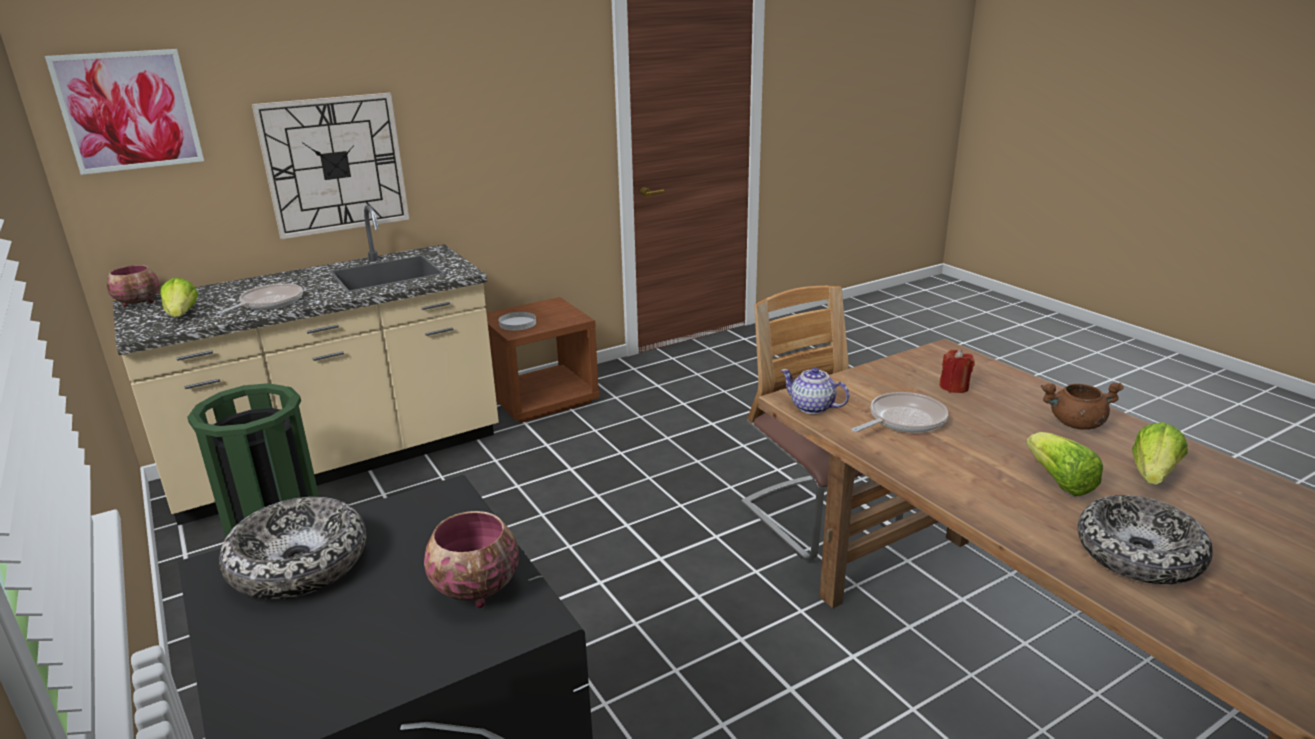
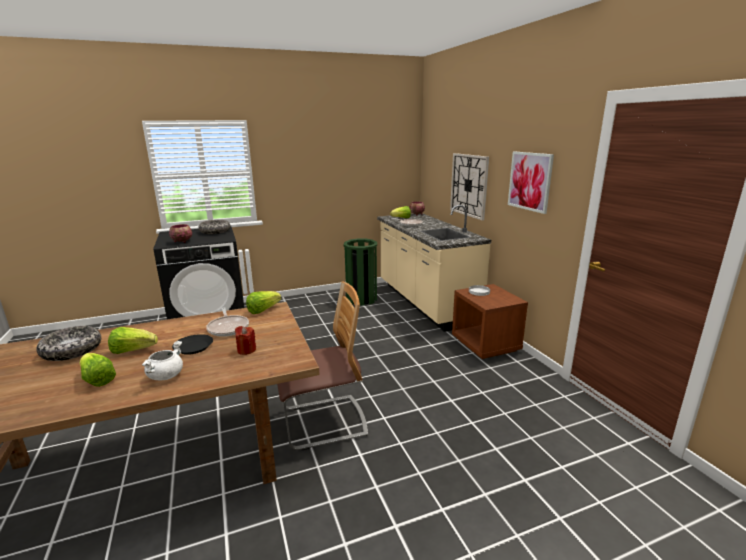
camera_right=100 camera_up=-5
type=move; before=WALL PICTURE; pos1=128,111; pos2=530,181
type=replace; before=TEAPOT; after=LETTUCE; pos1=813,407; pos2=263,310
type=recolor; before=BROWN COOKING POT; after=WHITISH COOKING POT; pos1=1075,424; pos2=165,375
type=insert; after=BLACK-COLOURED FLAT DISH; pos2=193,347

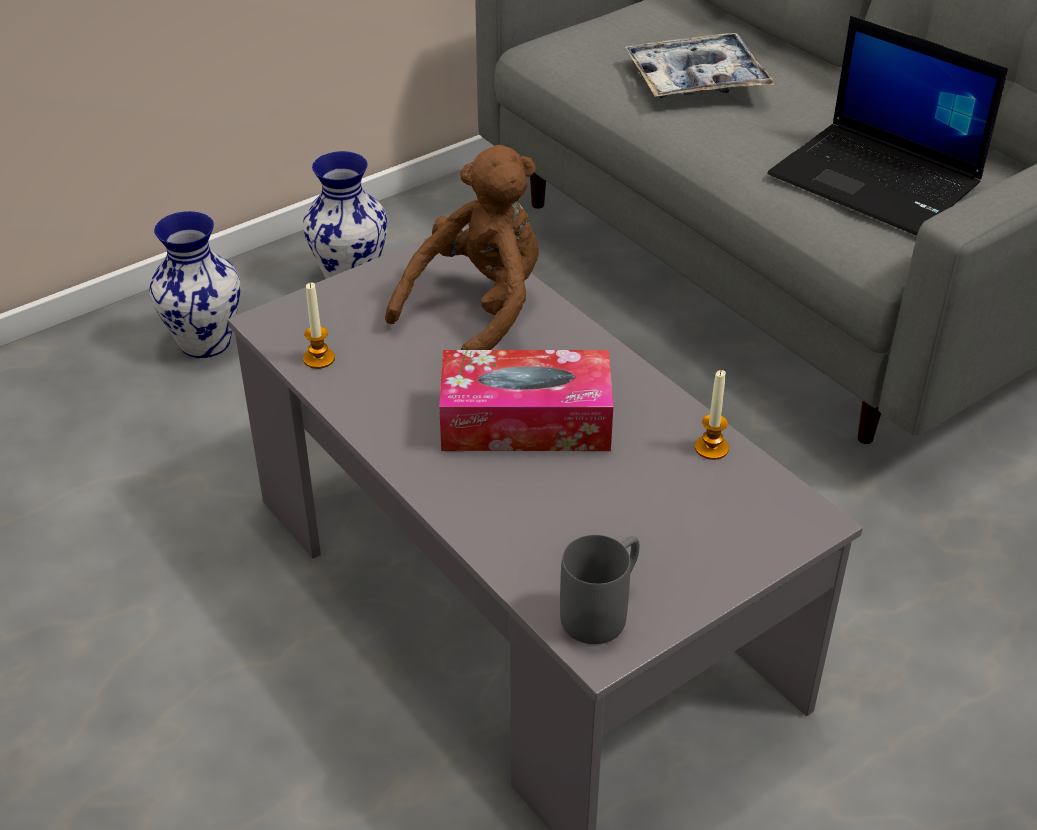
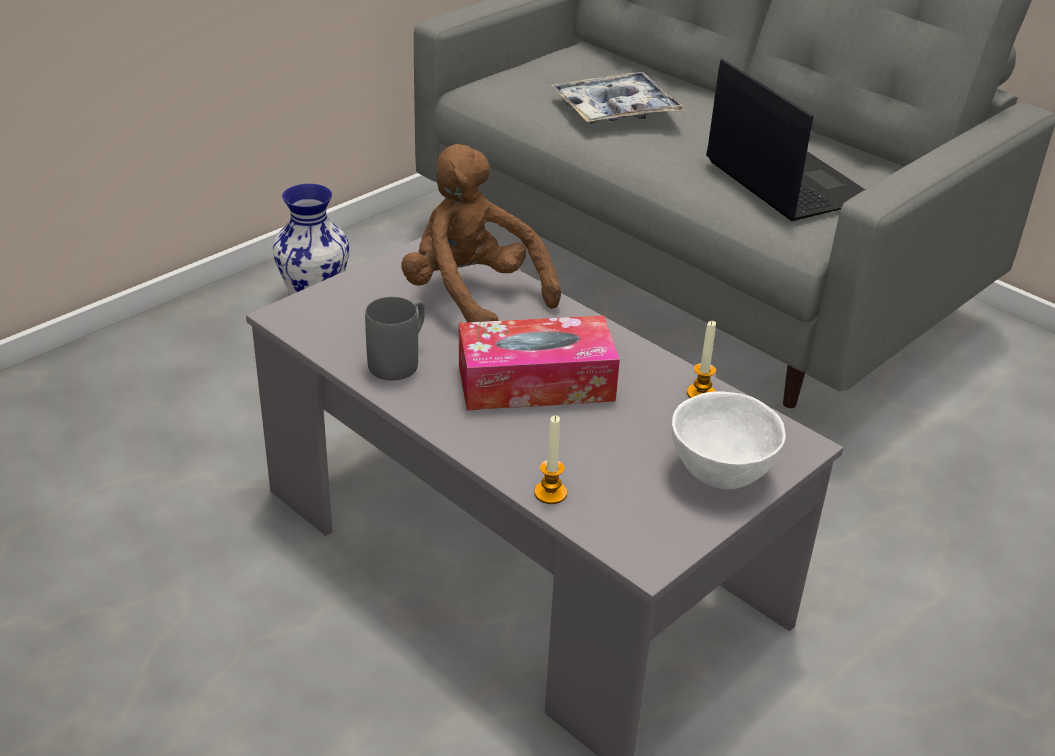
camera_right=-10 camera_up=-5
type=rotate; before=NOTEBOOK COMPUTER; pos1=877,180; pos2=785,181; turn=-150
type=rotate; before=BROWN SOFT TOY; pos1=479,311; pos2=472,297; turn=-75
type=delete; before=FLOWER VASE; pos1=205,341
type=move; before=WAX CANDLE; pos1=319,359; pos2=550,493
type=move; before=GREY MUG; pos1=603,610; pos2=400,360
type=insert; after=WHITISH SERVING BOWL; pos2=721,472

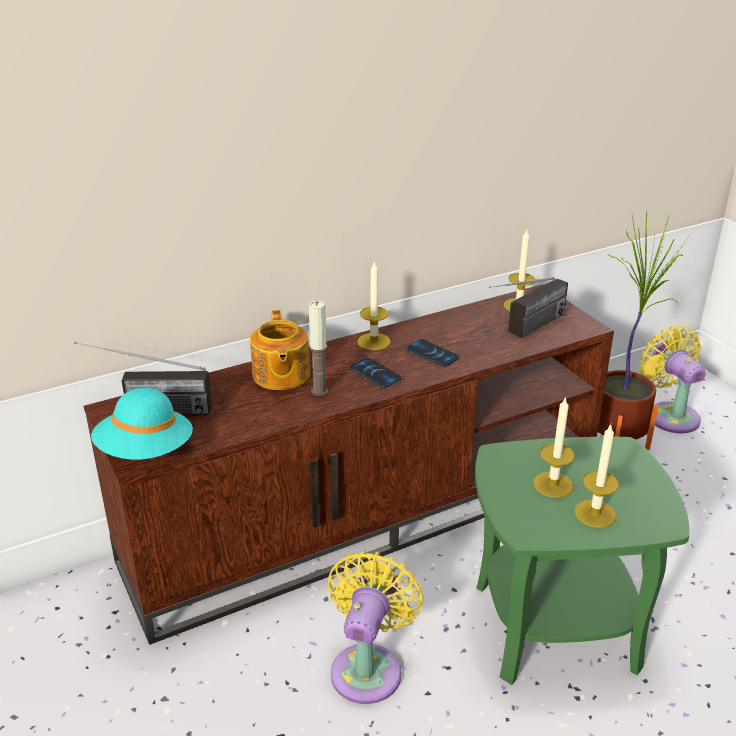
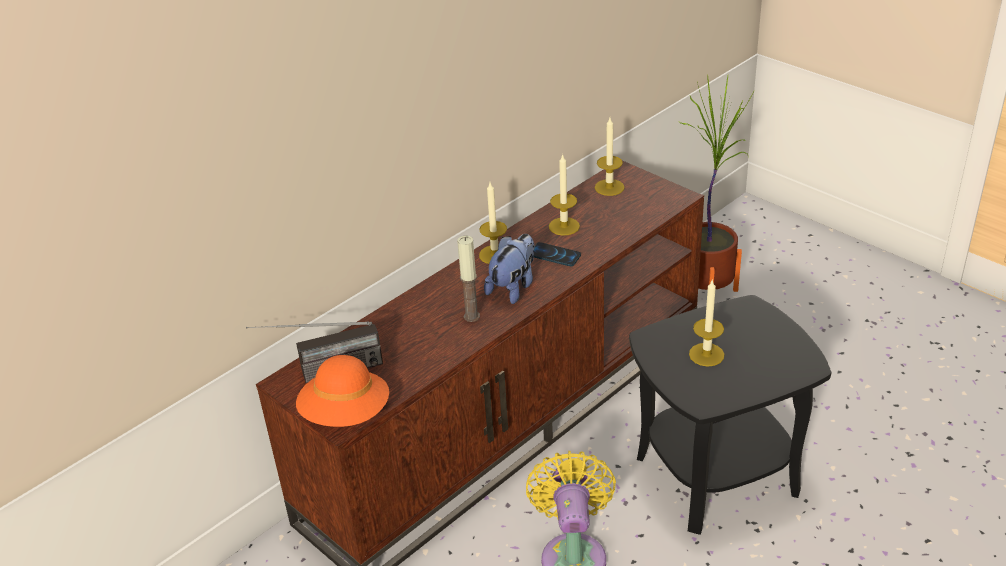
camera_right=-15 camera_up=5
type=delete; before=RADIO SET; pos1=526,330
type=delete; before=TEAPOT; pos1=280,375
type=delete; before=YELLOWISH ELECTRIC FAN; pos1=669,415
type=replace; before=TELEPHONE; after=SOFT TOY; pos1=375,373; pos2=513,287
type=recolor; before=TURQUOISE HAT; after=ORANGE HAT; pos1=145,452; pos2=346,414
type=move; before=WAX CANDLE; pos1=595,513; pos2=564,226
type=recolor; before=GREEN SIDE TABLE; after=BLACK-COLOURED SIDE TABLE; pos1=556,624; pos2=716,473

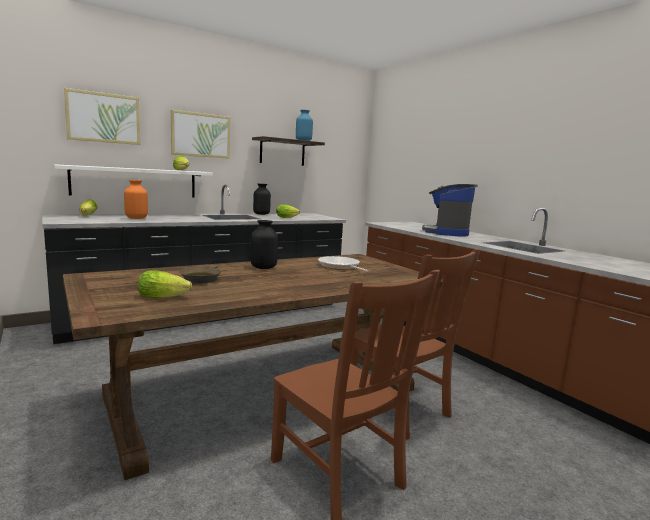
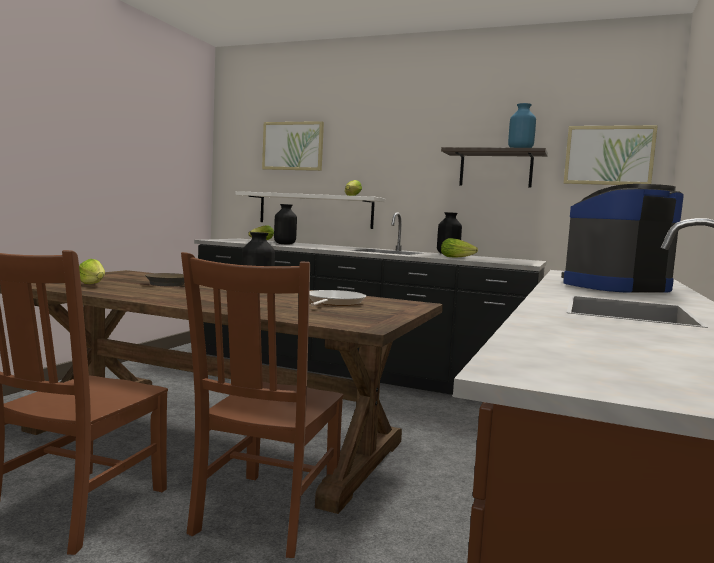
camera_right=55 camera_up=-5
type=move; before=WALL PICTURE; pos1=200,135; pos2=608,155
type=recolor; before=ORANGE FLOWER VASE; after=BLACK-COLOURED FLOWER VASE; pos1=136,218; pos2=285,244

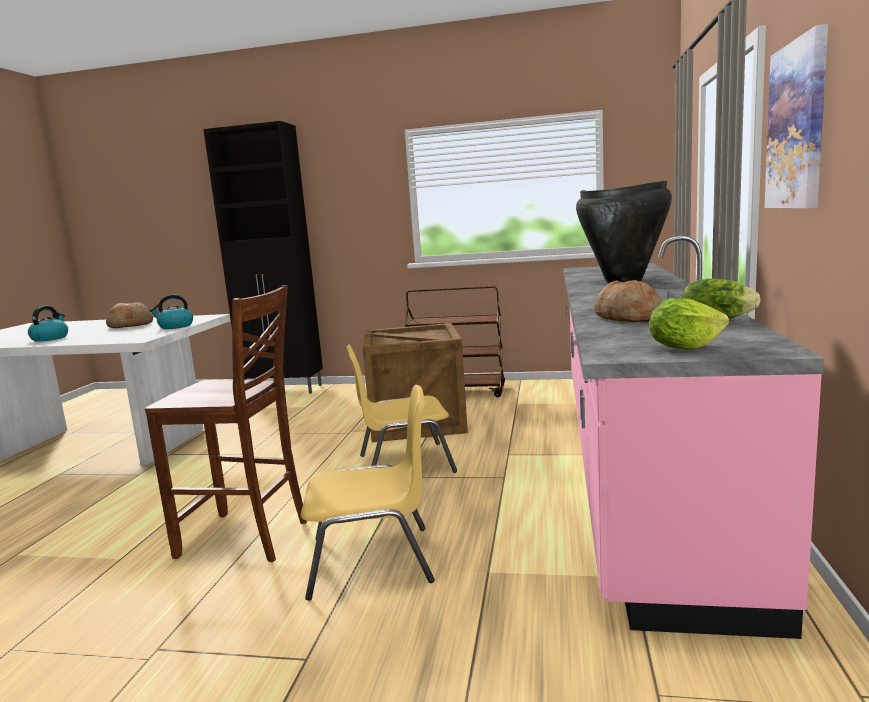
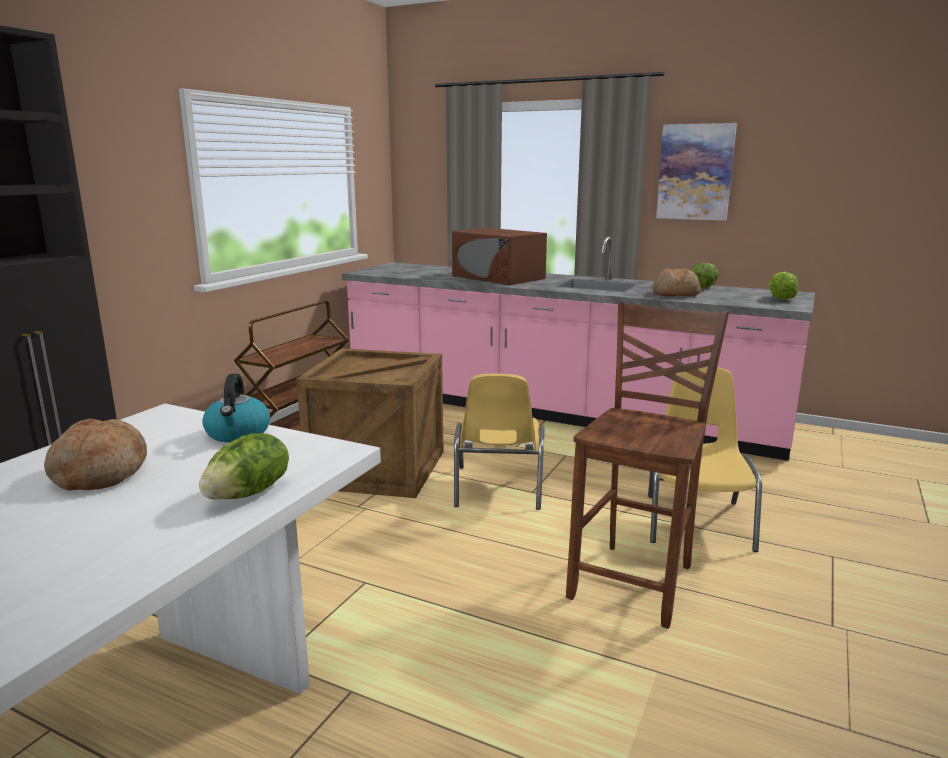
camera_right=-75 camera_up=5
type=replace; before=BLACK-COLOURED FLOWER VASE; after=BROWN MICROWAVE; pos1=623,281; pos2=498,277
type=delete; before=KETTLE; pos1=50,338
type=insert; after=LETTUCE; pos2=249,493

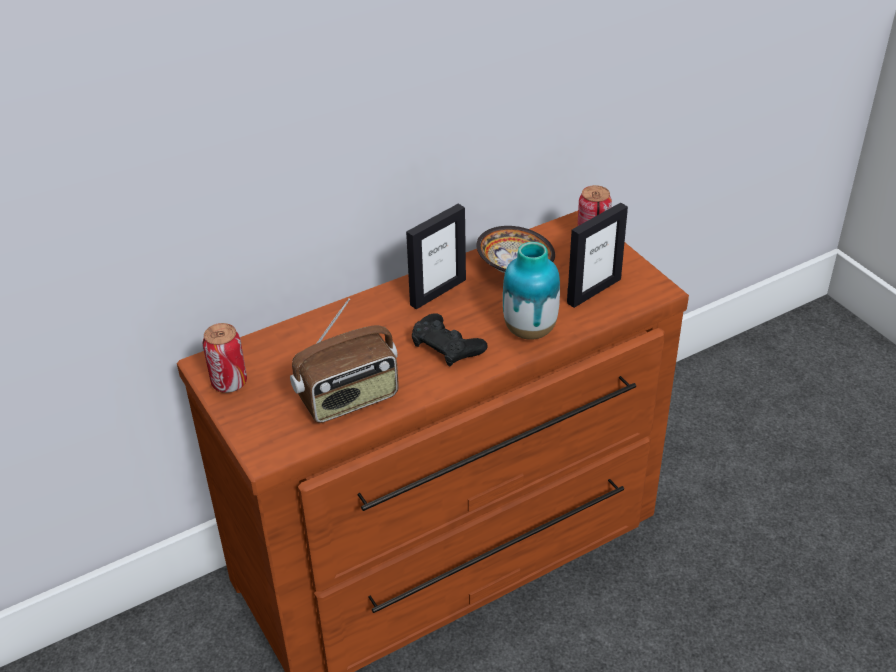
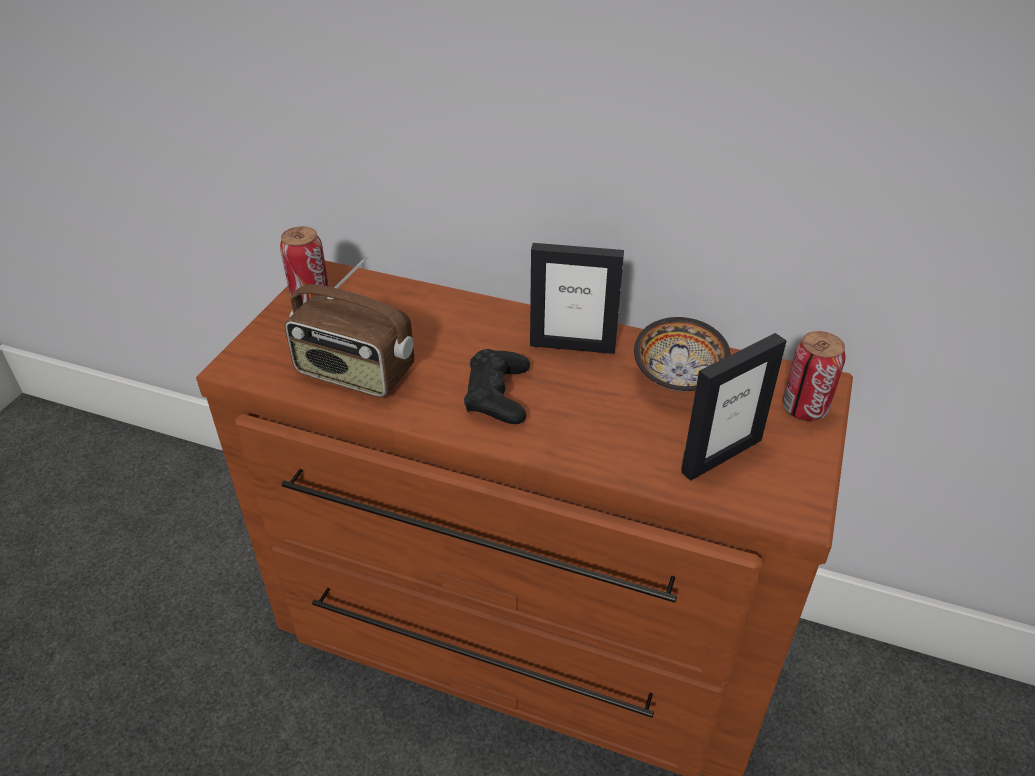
camera_right=50 camera_up=0
type=rotate; before=PICTURE FRAME; pos1=593,291; pos2=721,455; turn=-45
type=delete; before=FLOWER VASE; pos1=530,330

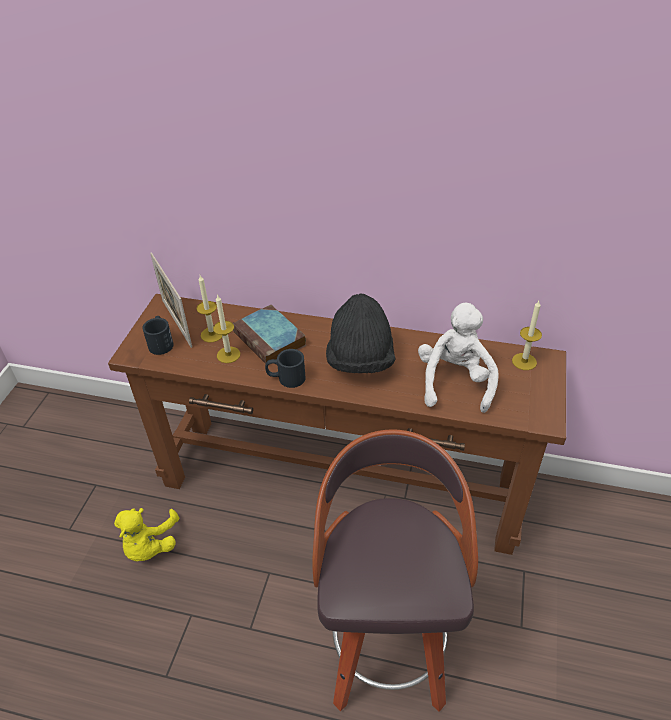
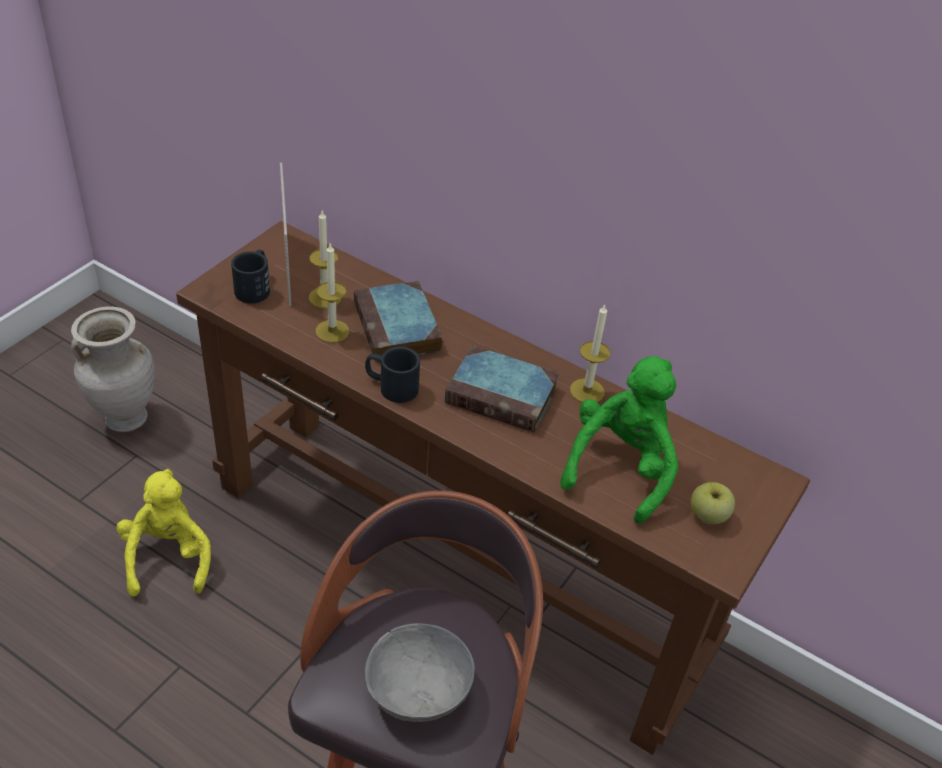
camera_right=15 camera_up=0
type=replace; before=BLACK-COLOURED HAT; after=BOUND BOOK; pos1=360,360; pos2=504,395
type=move; before=WAX CANDLE; pos1=524,361; pos2=587,391
type=recolor; before=WHITISH SOFT TOY; after=GREEN SOFT TOY; pos1=455,382; pos2=620,468
type=rotate; before=YELLOWISH SOFT TOY; pos1=149,545; pos2=168,557; turn=150
type=insert; after=BEIGE-COLOURED FLOWER VASE; pos2=125,418
type=insert; after=WHOLE APPLE; pos2=708,516
type=insert; after=GREY SERVING BOWL; pos2=419,690

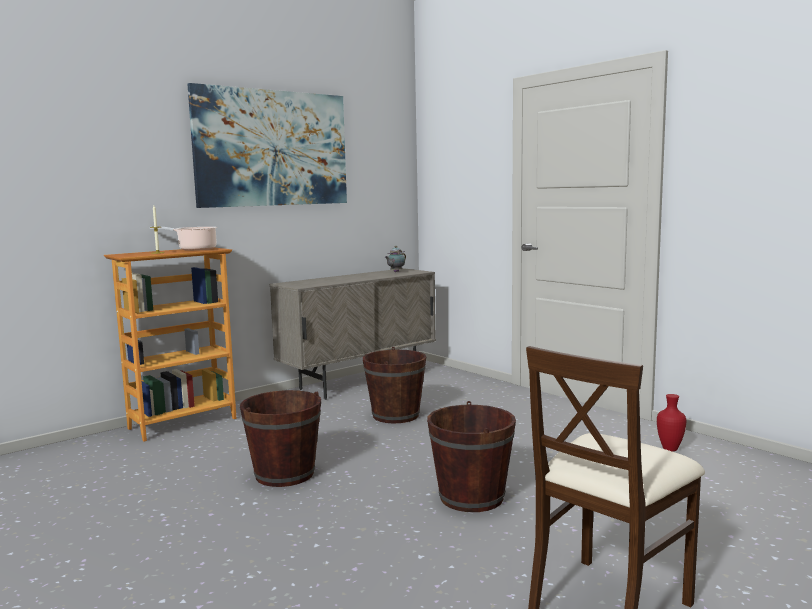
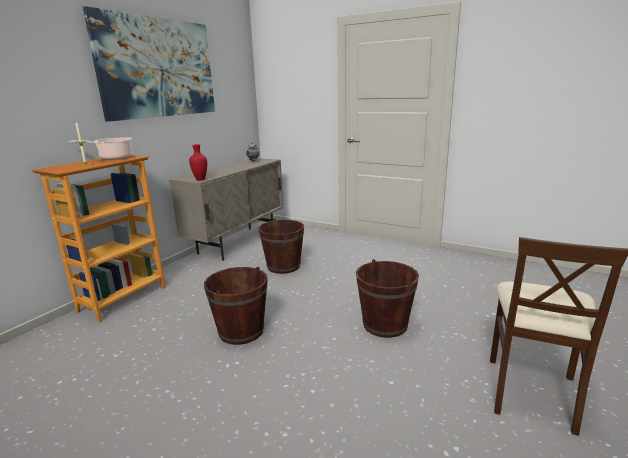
camera_right=-20 camera_up=10
type=move; before=RED-COLOURED FLOWER VASE; pos1=669,449; pos2=200,180

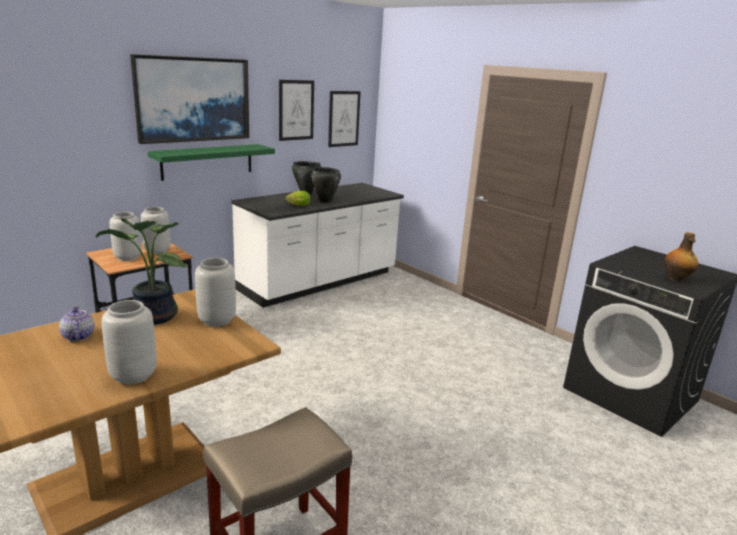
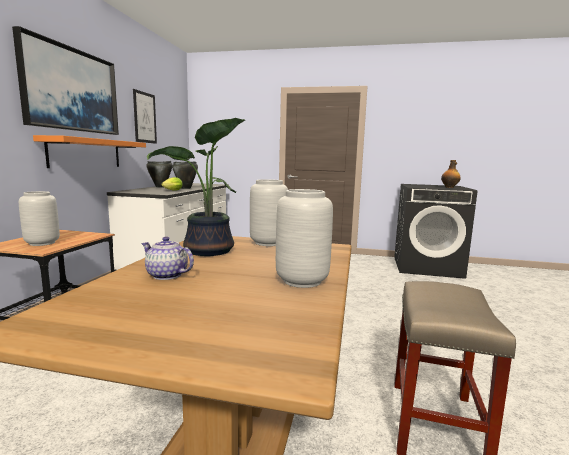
camera_right=-35 camera_up=-10
type=delete; before=WALL PICTURE; pos1=344,119
type=recolor; before=GREEN SHELF; after=ORANGE SHELF; pos1=207,161; pos2=86,153
type=delete; before=GREY FLOWER VASE; pos1=157,251

